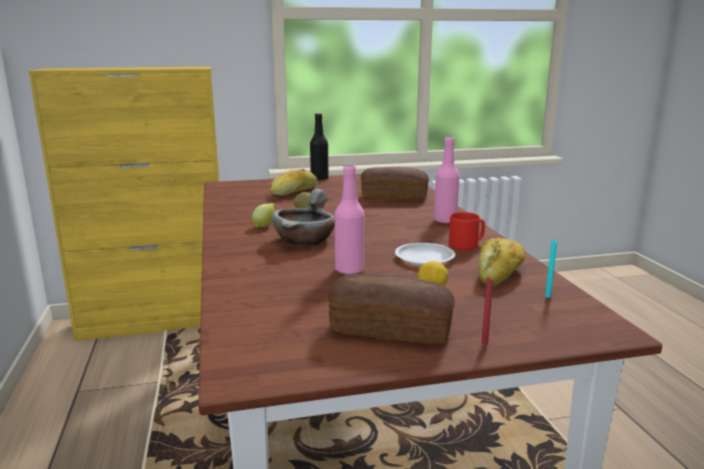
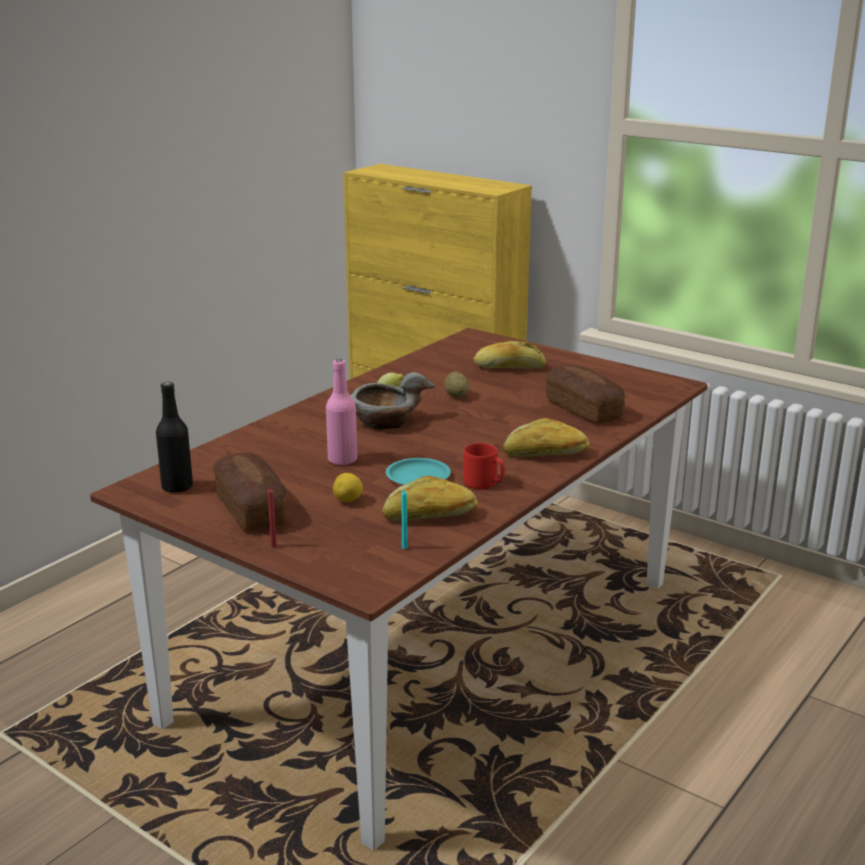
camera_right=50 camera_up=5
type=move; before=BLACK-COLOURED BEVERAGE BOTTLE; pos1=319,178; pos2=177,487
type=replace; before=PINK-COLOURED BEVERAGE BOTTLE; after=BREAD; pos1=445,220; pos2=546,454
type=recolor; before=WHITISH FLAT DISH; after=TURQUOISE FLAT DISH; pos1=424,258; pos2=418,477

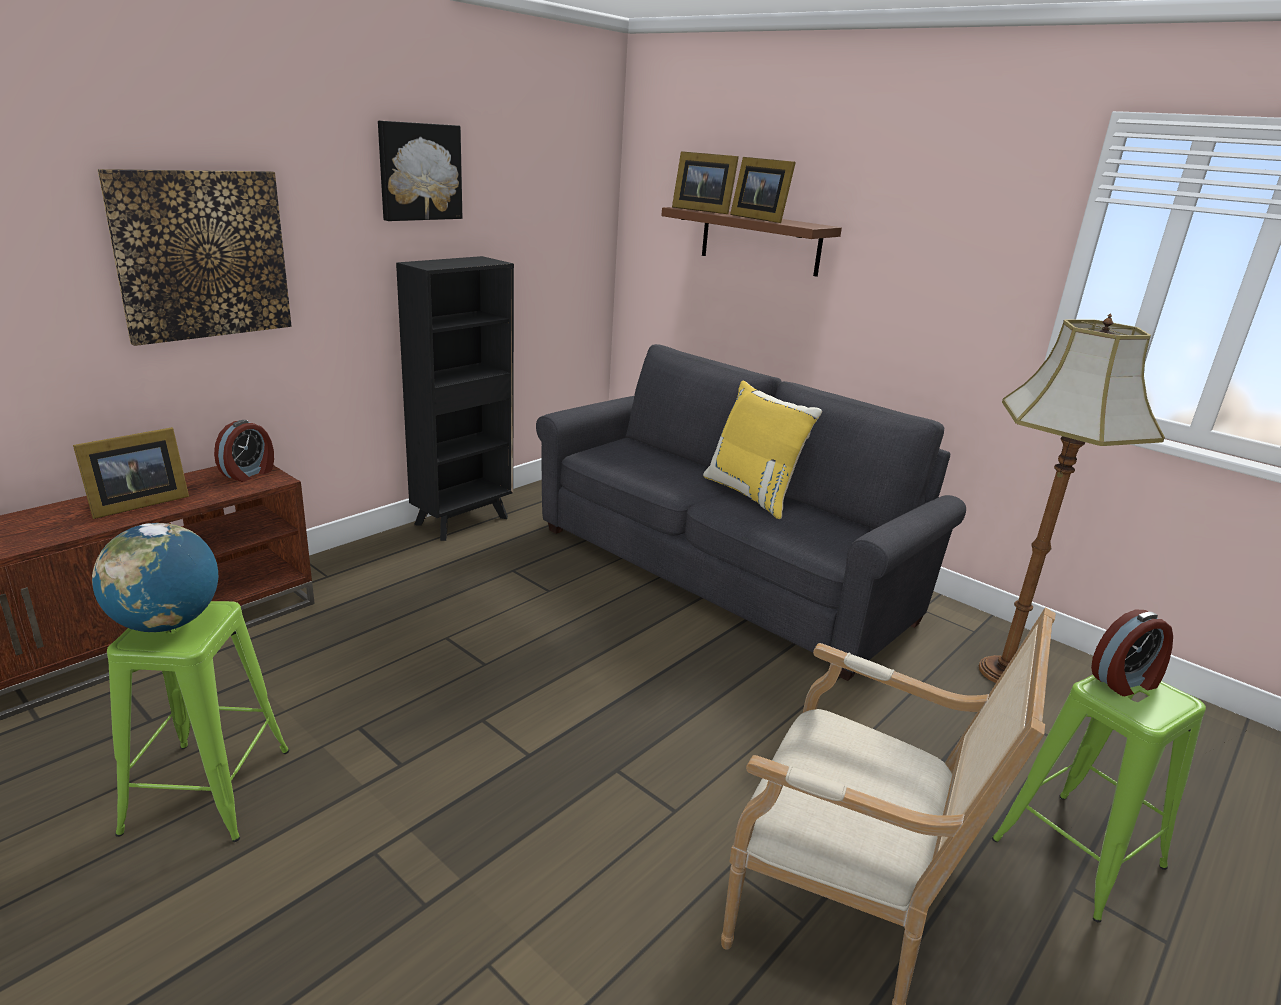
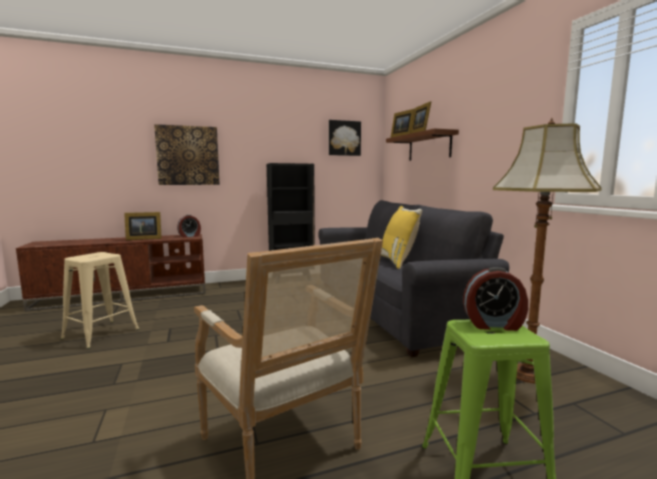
camera_right=30 camera_up=-15
type=move; before=WALL PICTURE; pos1=419,172; pos2=344,138
type=delete; before=WORLD GLOBE; pos1=166,623
type=recolor; before=GREEN SITTING STOOL; after=BEIGE-COLOURED SITTING STOOL; pos1=207,791; pos2=100,334

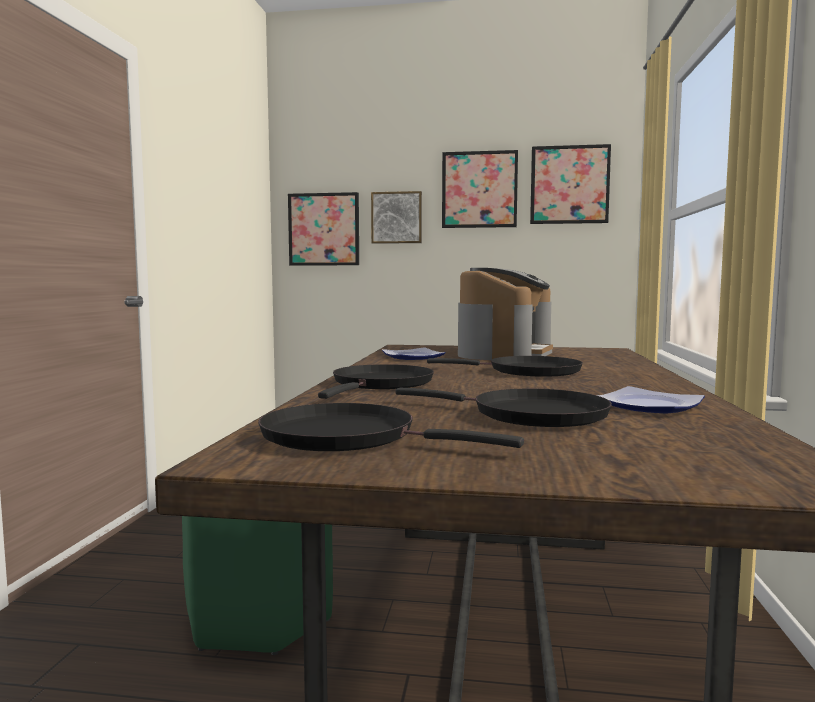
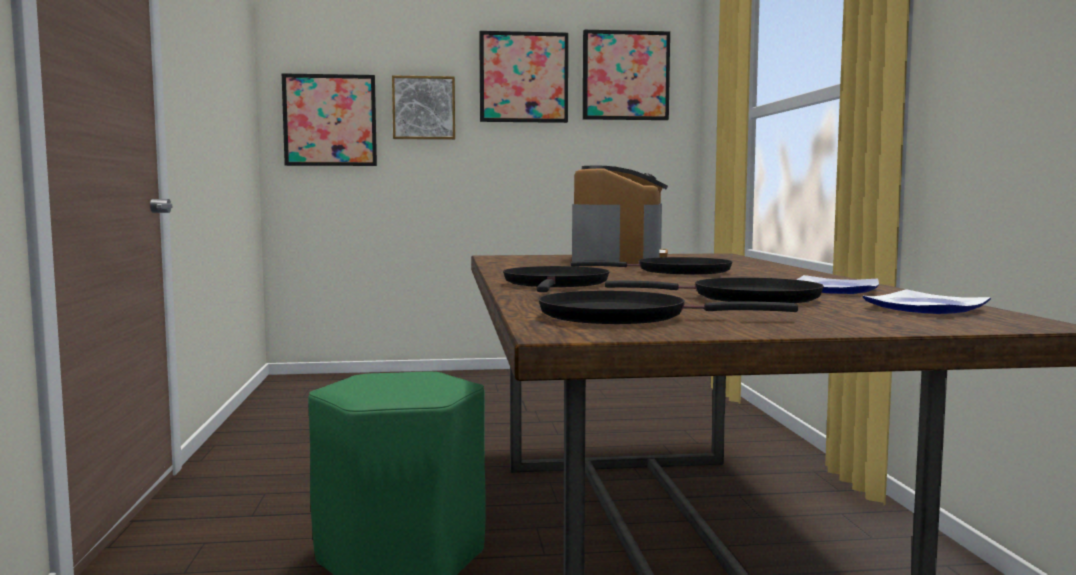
camera_right=-15 camera_up=0
type=move; before=FLAT DISH; pos1=411,357; pos2=922,308

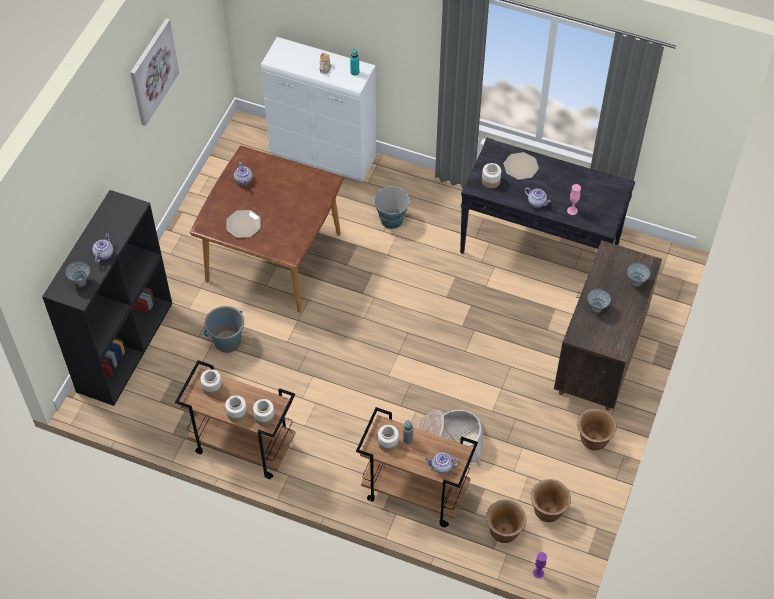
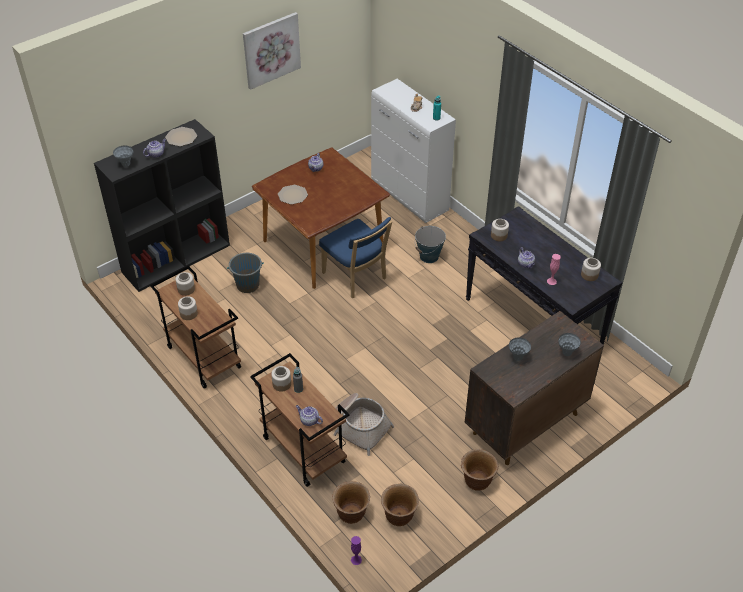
camera_right=30 camera_up=-10
type=move; before=FLAT DISH; pos1=521,166; pos2=181,137
type=move; before=PRESERVE JAR; pos1=264,417; pos2=589,275
type=insert; after=BLUISH UPRIGHT CHAIR; pos2=356,277

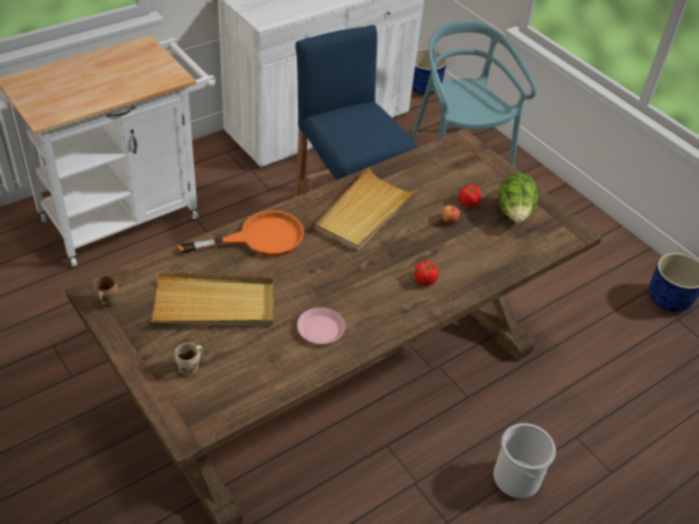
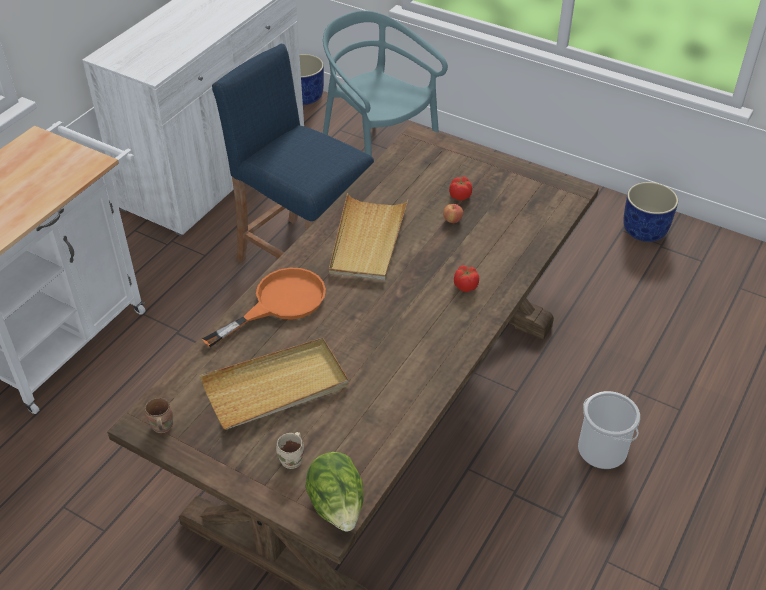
camera_right=-20 camera_up=0
type=move; before=LETTUCE; pos1=514,213; pos2=337,506
type=delete; before=PINK-COLOURED FLAT DISH; pos1=320,329

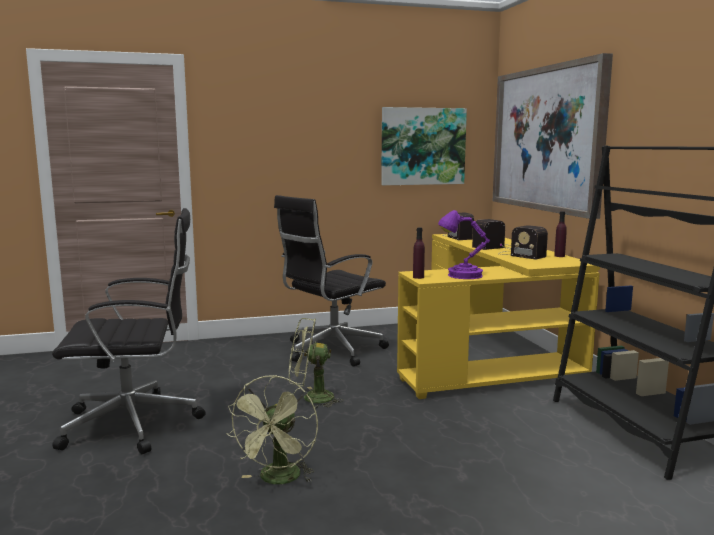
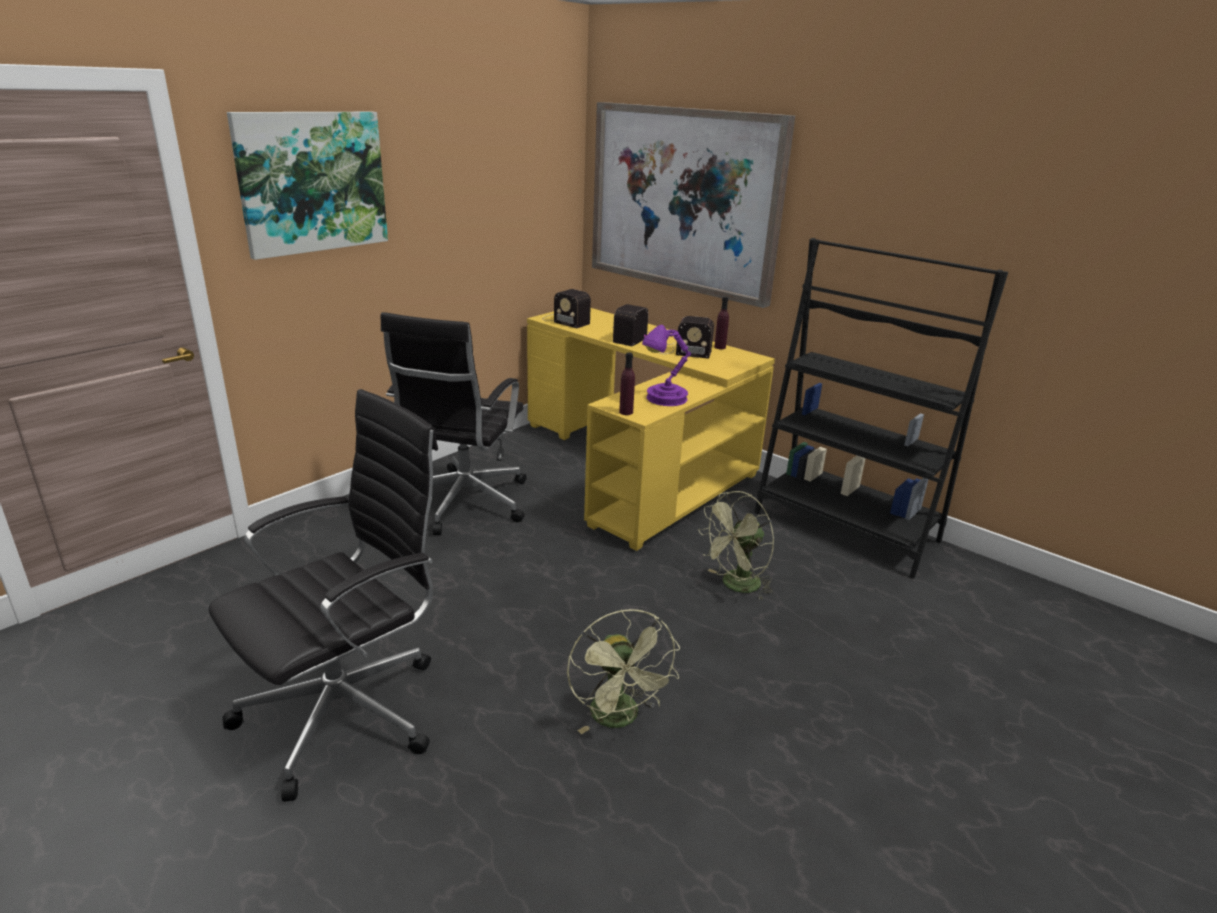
camera_right=-35 camera_up=15
type=move; before=WALL PICTURE; pos1=423,146; pos2=312,182
type=move; before=GREEN ELECTRIC FAN; pos1=311,398; pos2=735,586

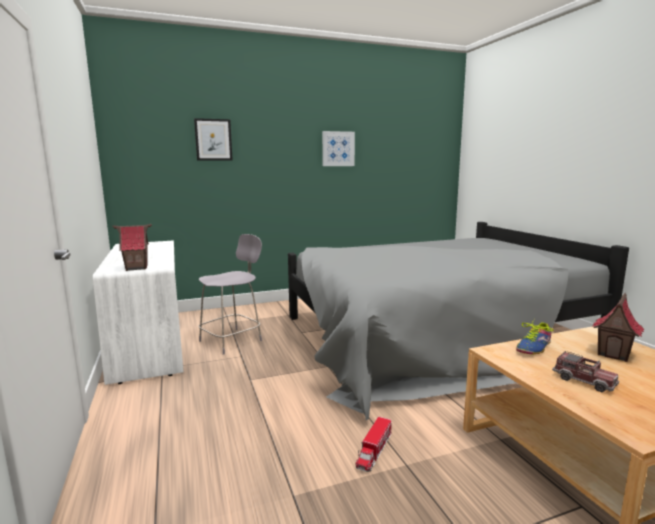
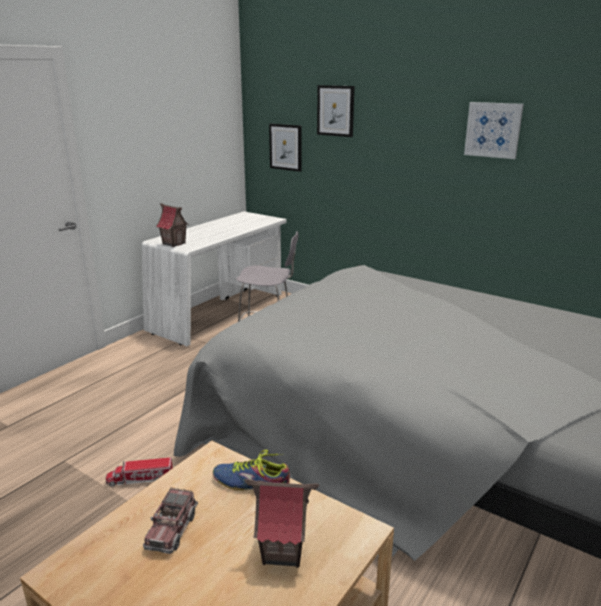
camera_right=55 camera_up=10
type=insert; after=WALL PICTURE; pos2=285,147

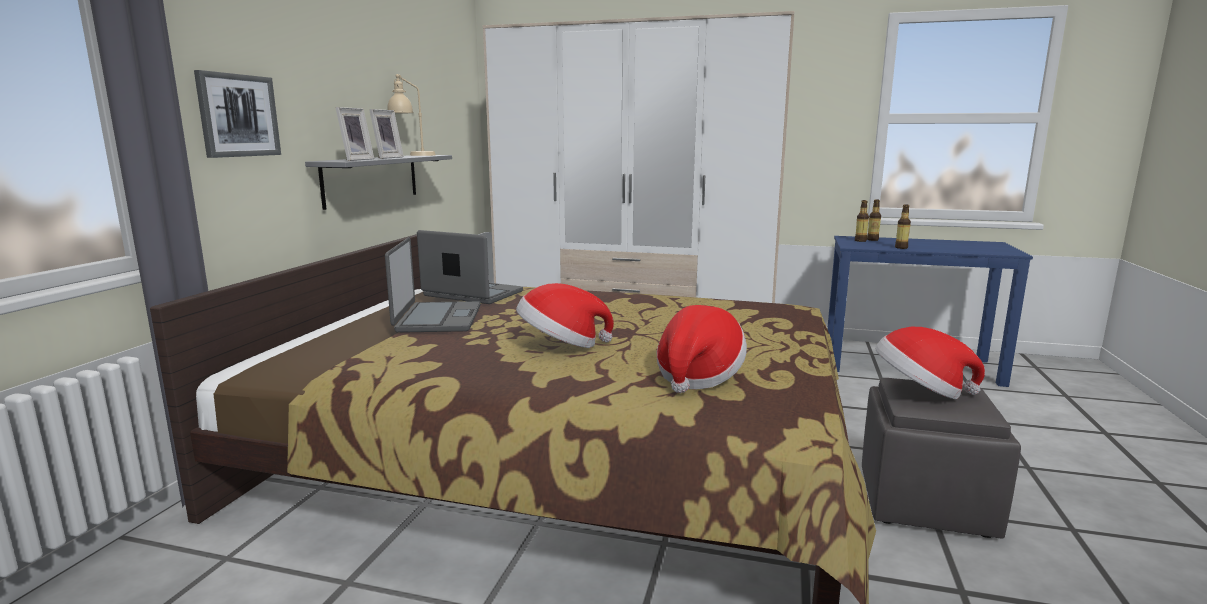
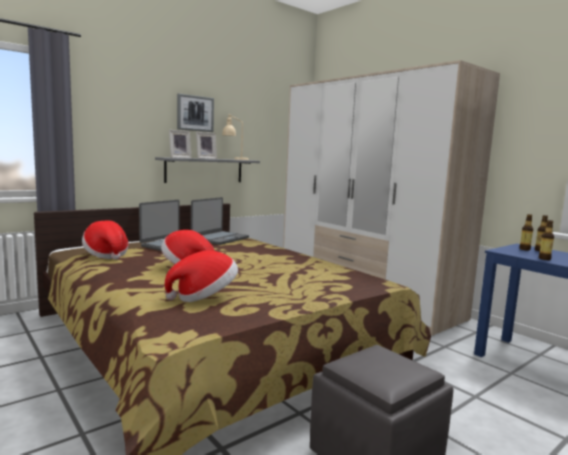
camera_right=35 camera_up=-5
type=move; before=WALL PICTURE; pos1=238,115; pos2=195,113
type=rotate; before=NOTEBOOK COMPUTER; pos1=472,294; pos2=220,239; turn=60
type=move; before=HAT; pos1=920,391; pos2=106,255

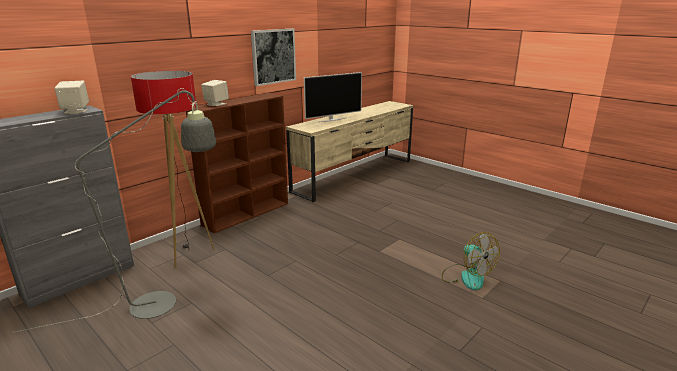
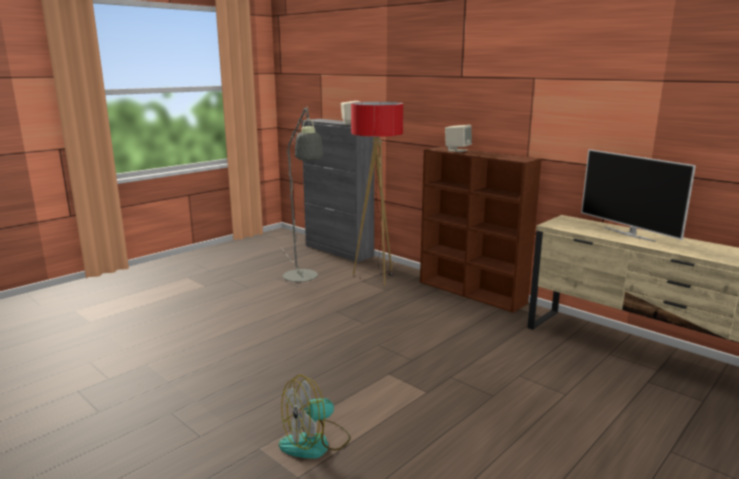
camera_right=90 camera_up=-5
type=delete; before=WALL PICTURE; pos1=273,56

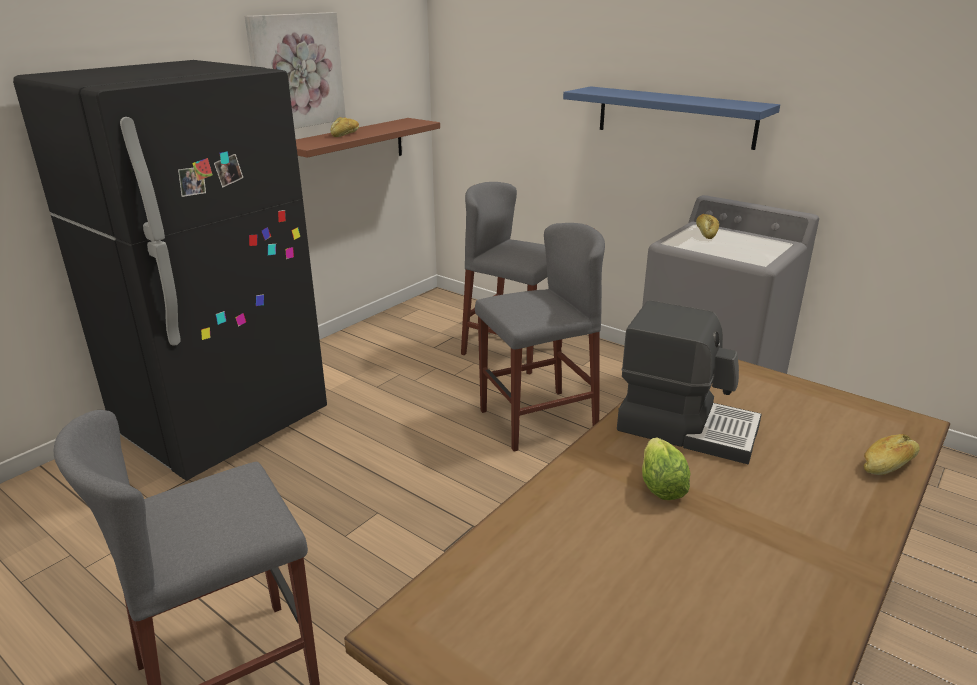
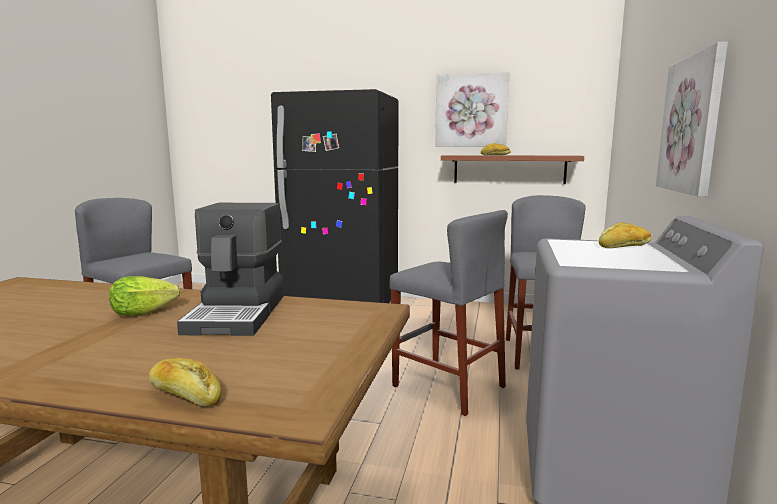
camera_right=65 camera_up=-15
type=replace; before=BLUISH SHELF; after=WALL PICTURE; pos1=675,117; pos2=692,125

